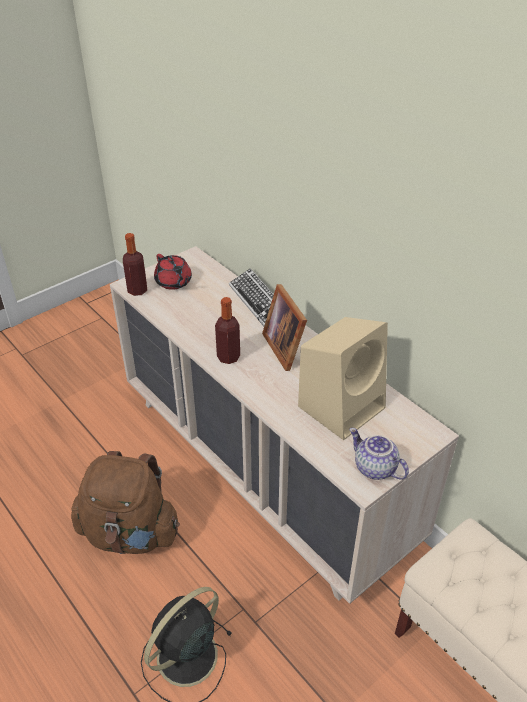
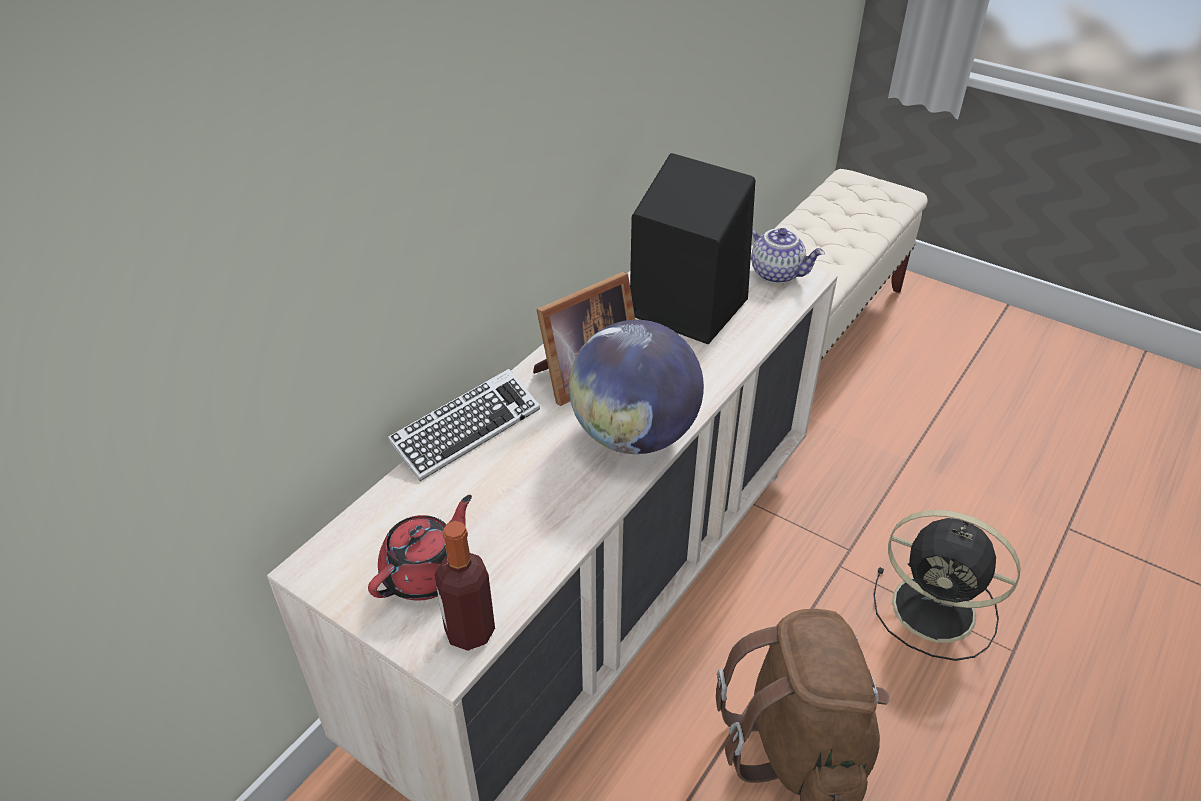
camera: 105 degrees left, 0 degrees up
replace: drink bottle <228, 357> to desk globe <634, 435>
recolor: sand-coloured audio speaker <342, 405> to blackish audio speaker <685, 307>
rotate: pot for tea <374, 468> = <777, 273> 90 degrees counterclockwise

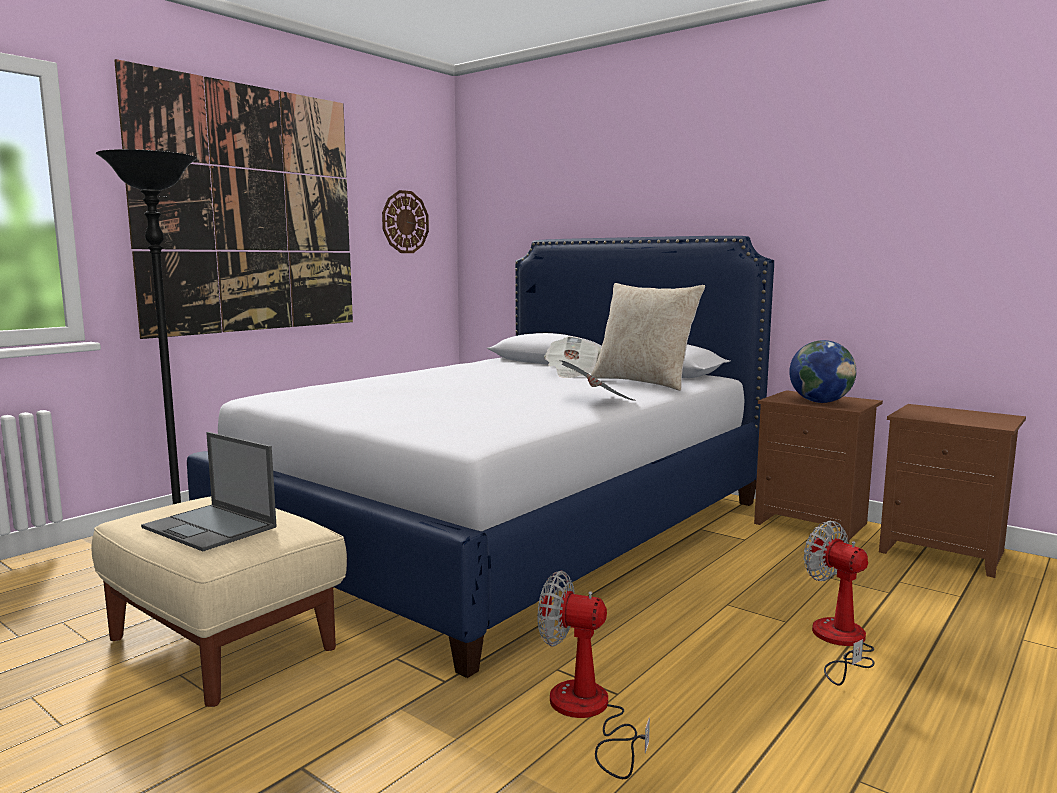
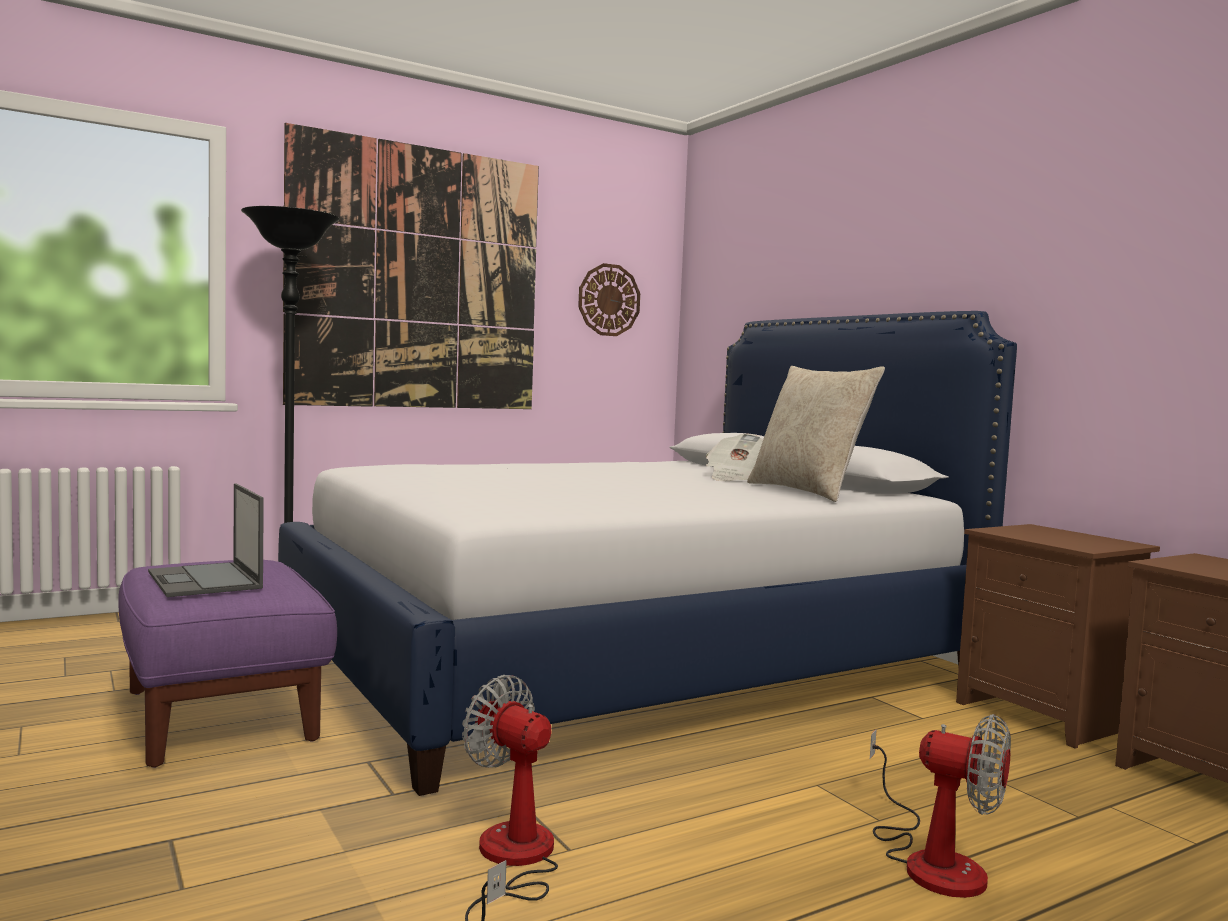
camera: 20 degrees right, 5 degrees down
delete: daily paper <597, 401>; desk globe <820, 402>
recolor: sand-coloured ottoman <223, 645> to purple-coloured ottoman <221, 716>
rotate: cooling fan <839, 643> = <932, 860> 135 degrees clockwise

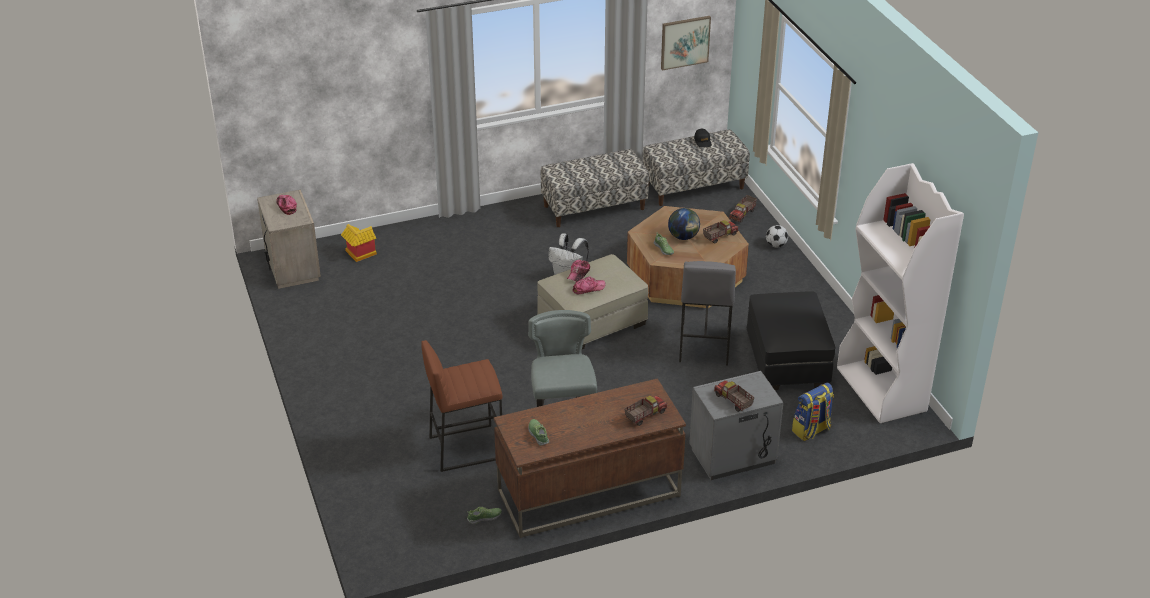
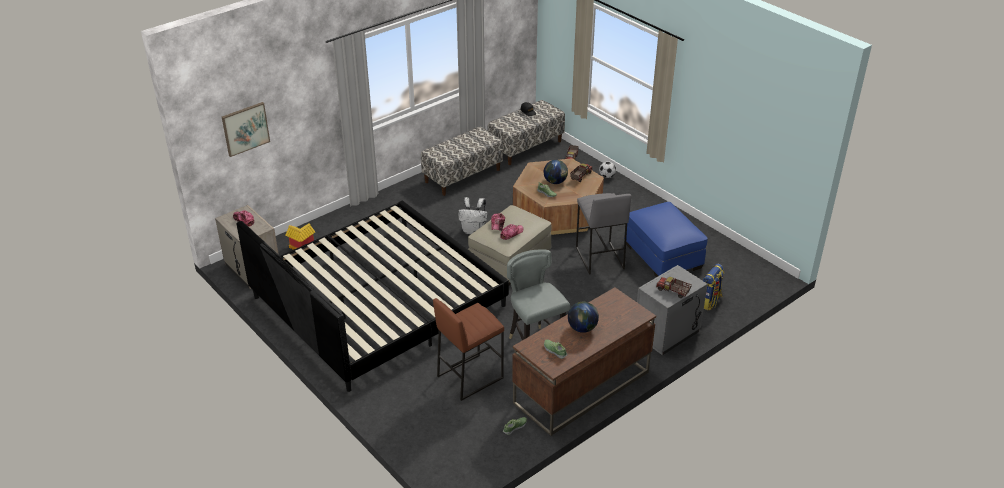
camera: 20 degrees left, 0 degrees up
delete: model truck <645, 415>; white-coloured bookcase <882, 390>
insert: bedroom bed <378, 301>; desk globe <582, 328>
move: wall art <685, 42> to <245, 128>
recolor: blackish ottoman <787, 359> to blue-coloured ottoman <662, 255>

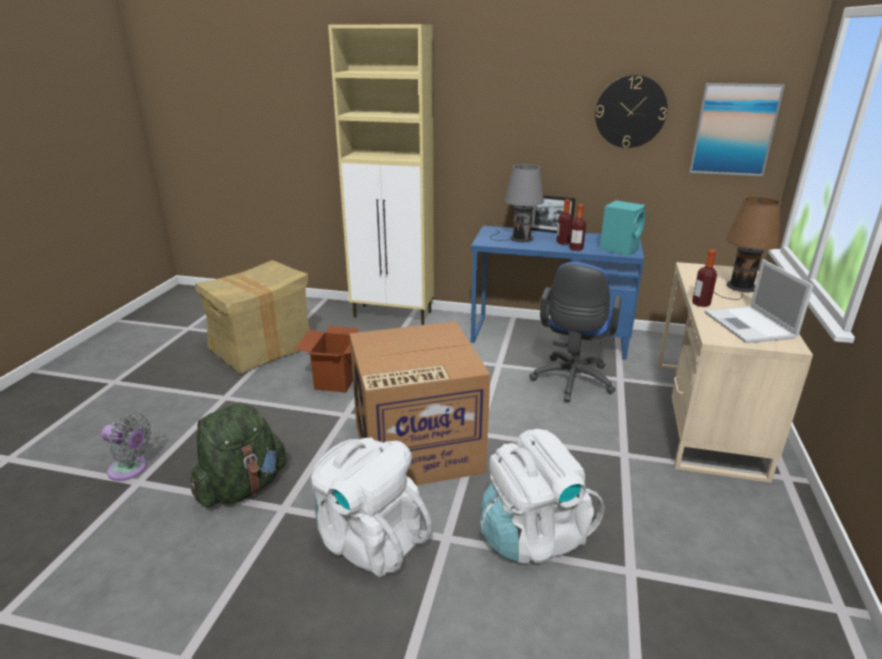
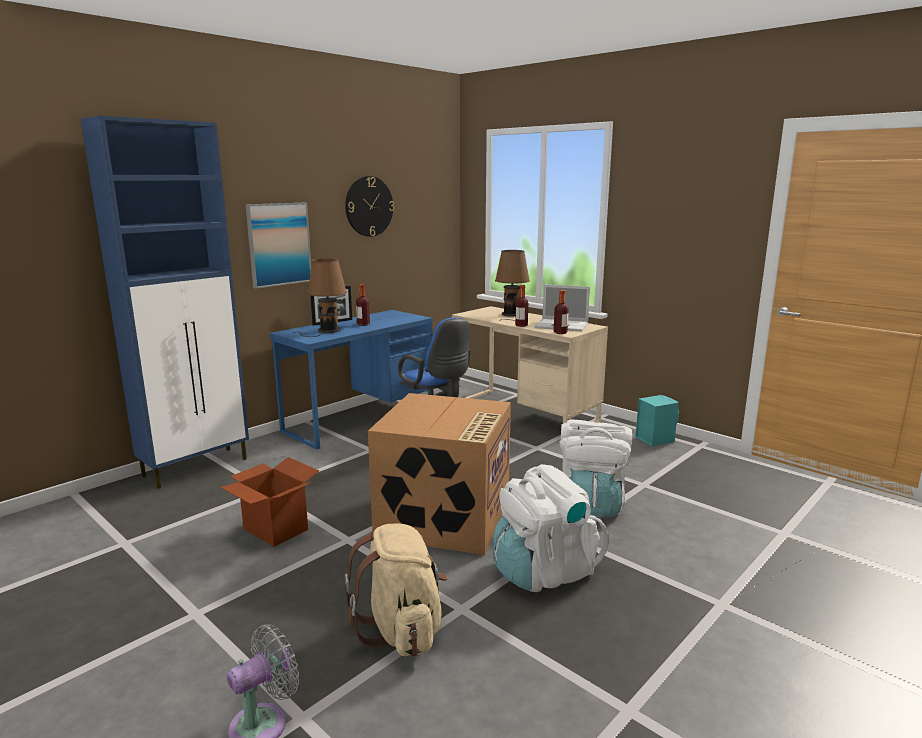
camera: 60 degrees left, 10 degrees down
delete: cardboard box <261, 348>
move: wall art <734, 129> to <279, 244>; drink bottle <576, 249> to <560, 333>; turquoise audio speaker <620, 249> to <654, 439>
recolor: sand-coloured cupboard <393, 315> to blue-coloured cupboard <197, 467>; greyish lamp for a table <518, 238> to brown lamp for a table <326, 331>; green-coloured knapsack <242, 487> to sand-coloured knapsack <402, 629>

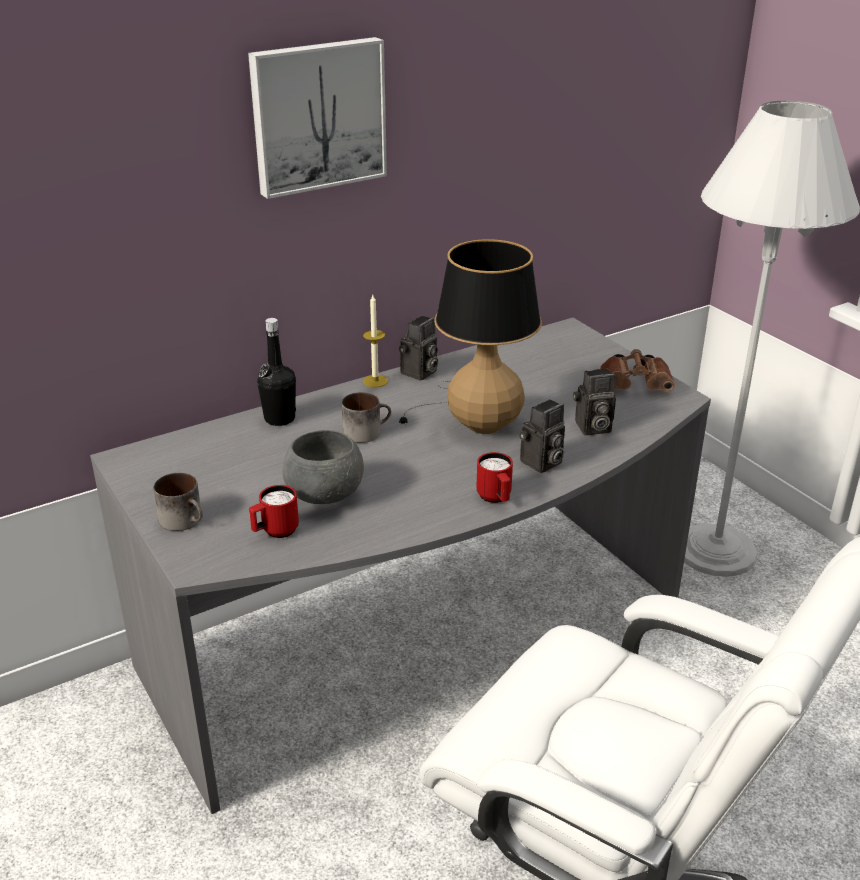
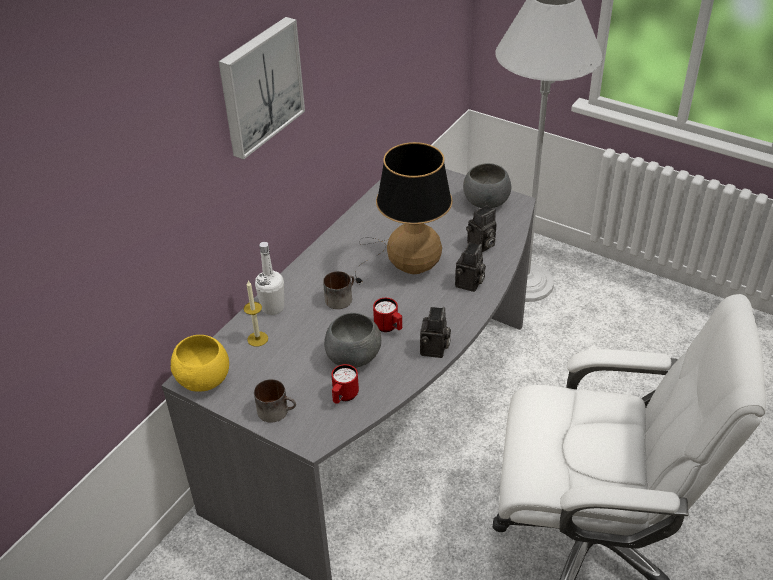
camera: 25 degrees left, 10 degrees up
insert: yellow serving bowl <203, 381>
move: wax candle <375, 381> to <257, 339>; red-coloured coffee mug <496, 498> to <389, 328>; photo camera <419, 373> to <434, 350>
replace: brown pair of binoculars <637, 386> to greyish serving bowl <485, 202>
recolor: blackish drink bottle <279, 418> to white-coloured drink bottle <272, 307>

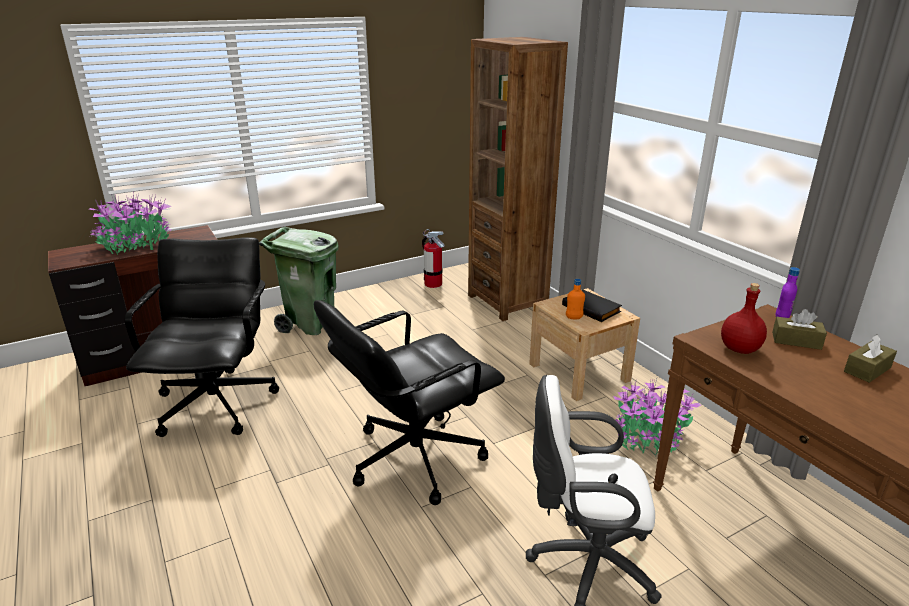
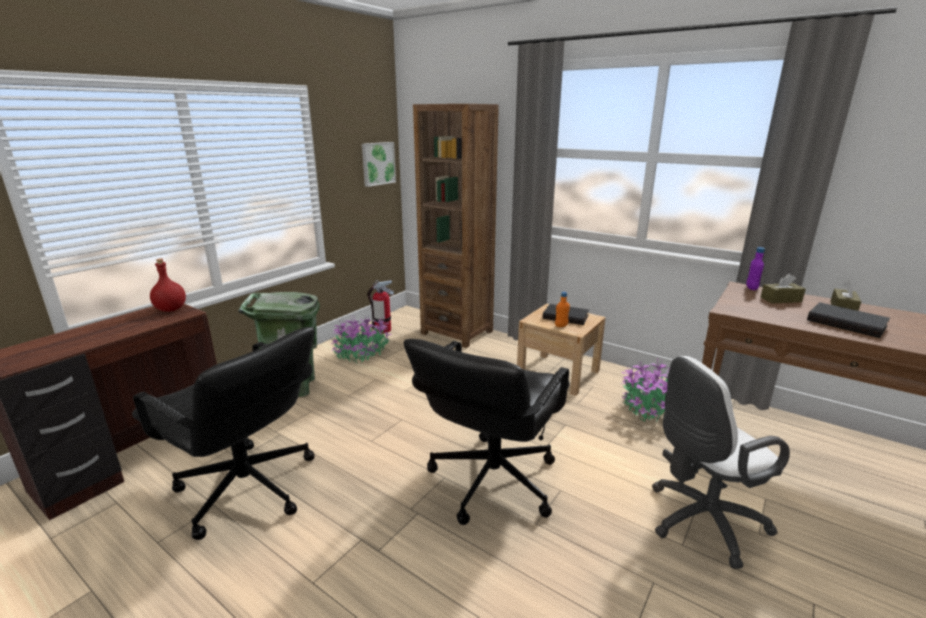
camera: 25 degrees left, 5 degrees down
insert: wall art <377, 163>; blackish volume <847, 323>
move: red-coloured drink bottle <740, 349> to <171, 309>; potted plant <136, 245> to <362, 354>
rotate: blackish desk chair <217, 403> = <247, 489> 150 degrees clockwise

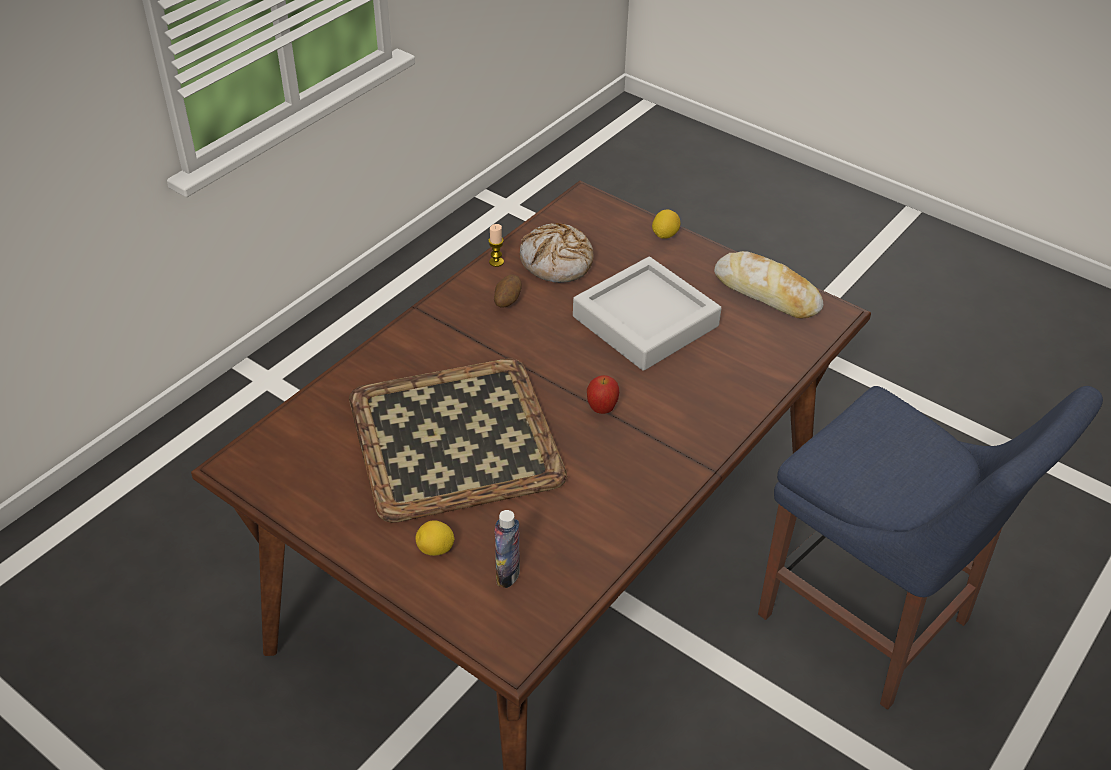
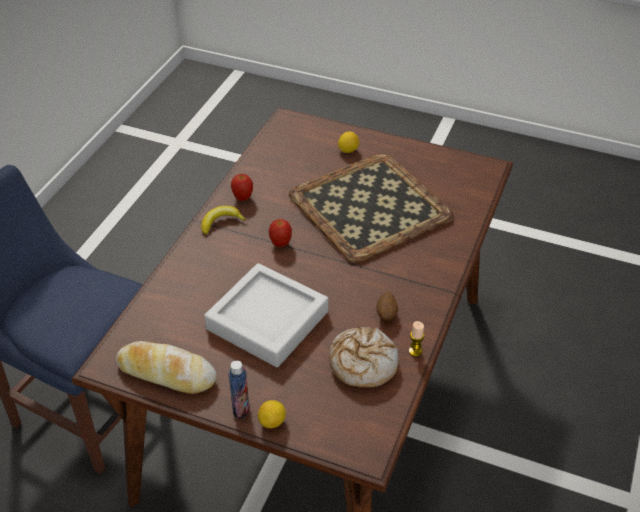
camera: 165 degrees right, 0 degrees up
insert: banana fruit <221, 222>; apple <243, 198>
move: drink bottle <507, 574> to <241, 408>

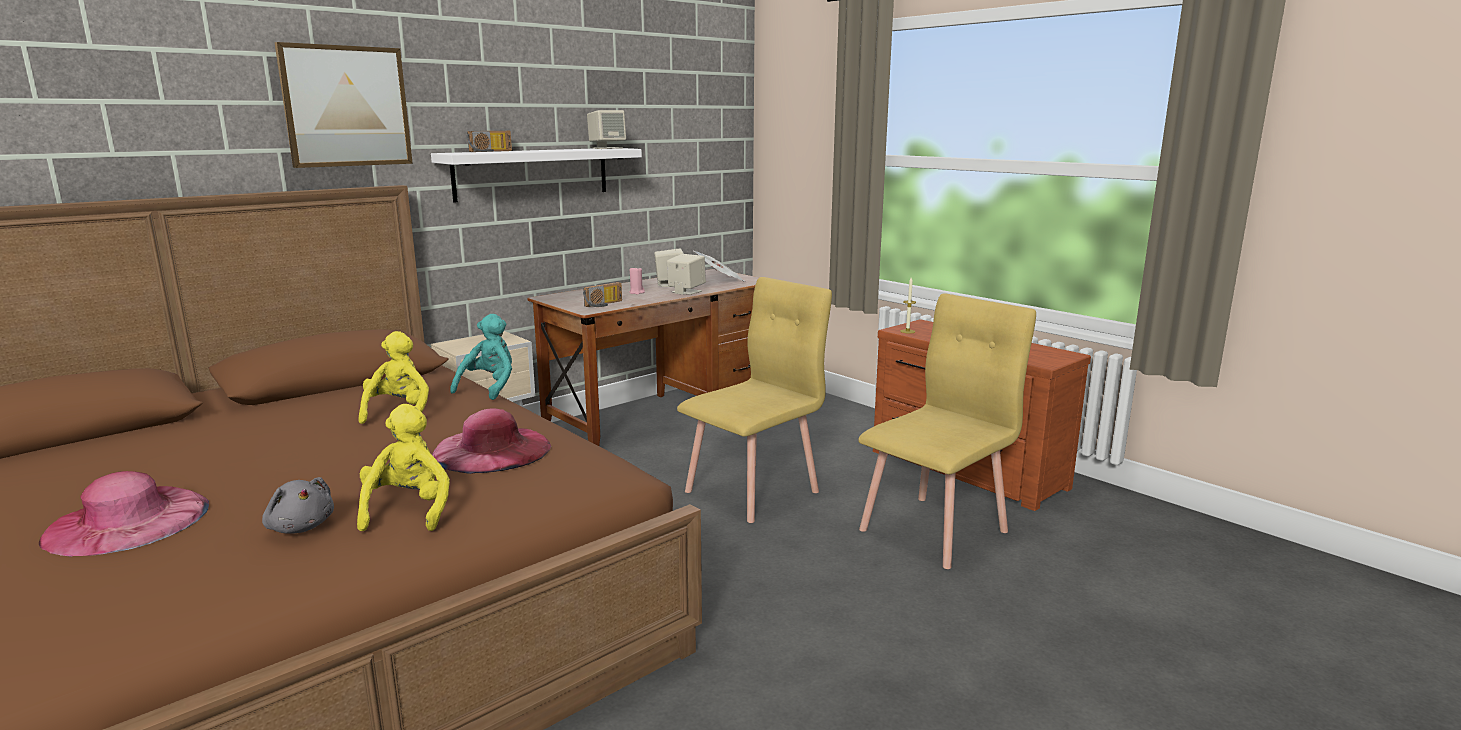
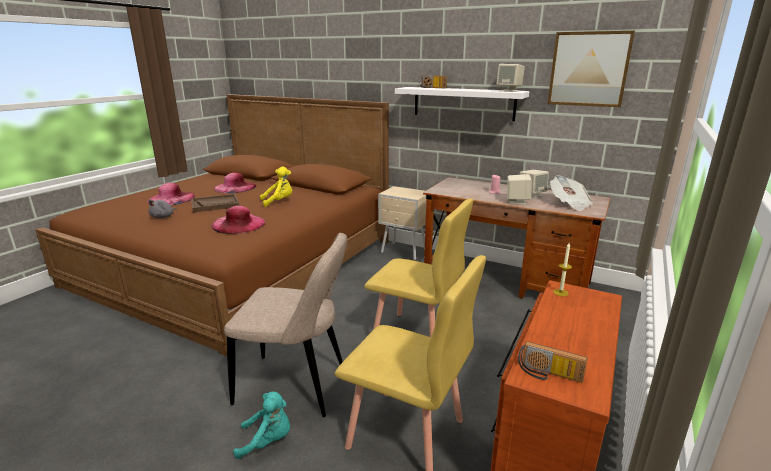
camera: 70 degrees right, 5 degrees up
delete: yellow cuddly toy <408, 510>
insert: brown serving tray <215, 204>; pinkish clothing hat <235, 187>; sand-coloured chair <296, 386>
move: turquoise cuddly toy <489, 387> to <268, 441>; radio receiver <604, 304> to <548, 375>; wall art <346, 106> to <588, 69>

